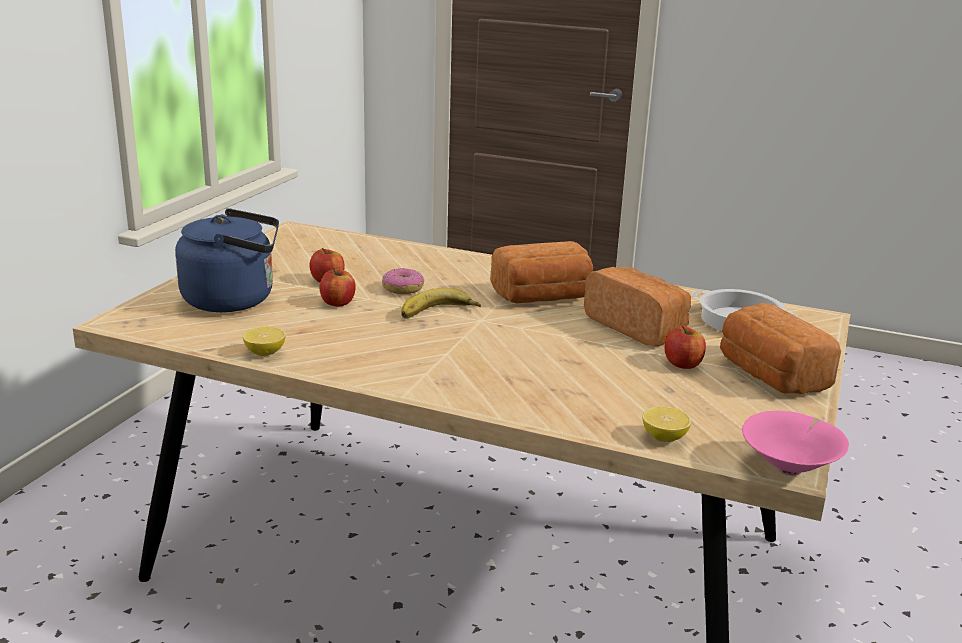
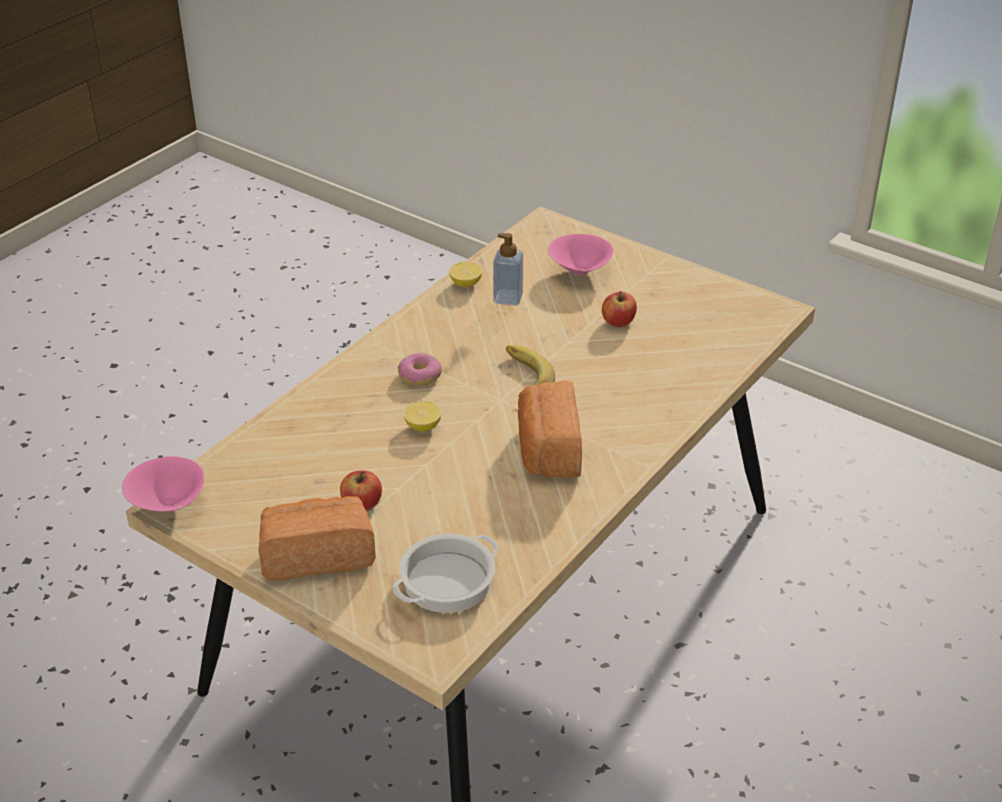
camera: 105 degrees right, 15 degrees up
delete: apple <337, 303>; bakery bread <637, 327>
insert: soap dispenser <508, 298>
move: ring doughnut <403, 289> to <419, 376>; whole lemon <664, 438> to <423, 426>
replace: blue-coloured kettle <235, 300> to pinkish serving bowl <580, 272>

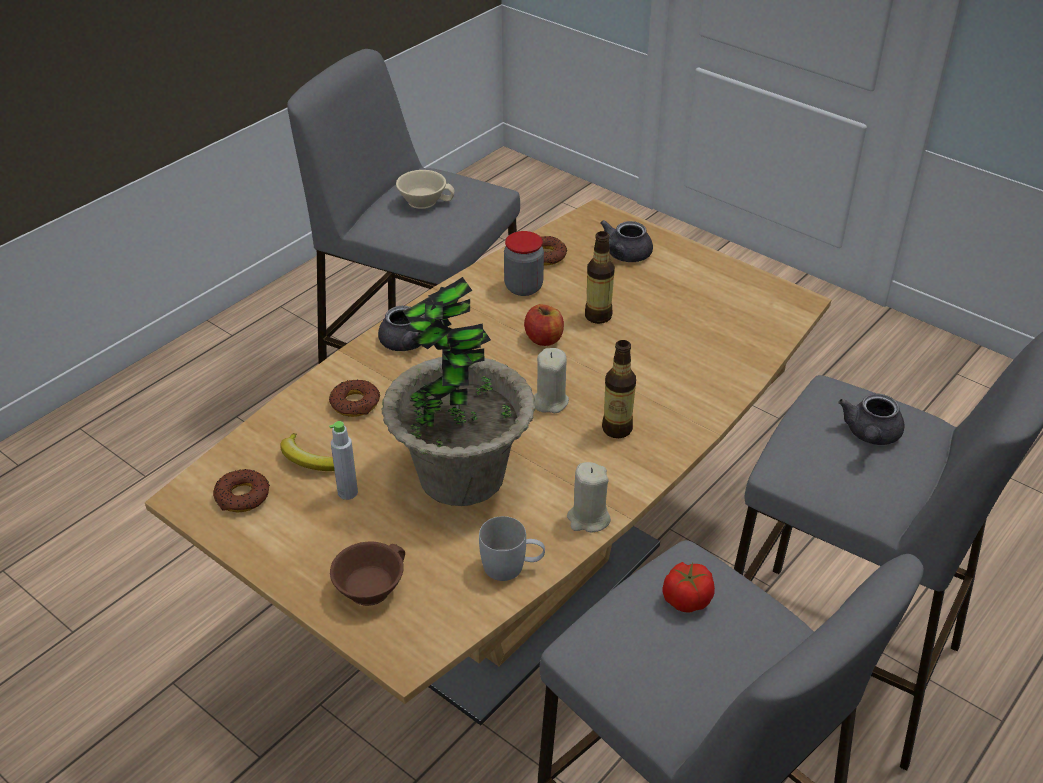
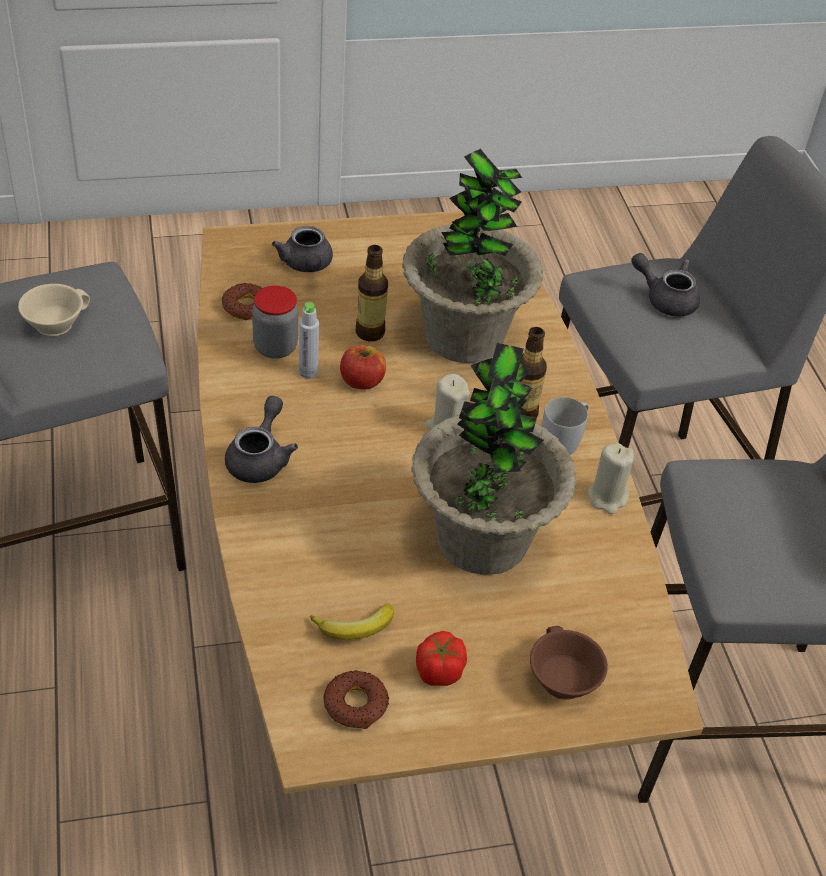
camera: 55 degrees left, 5 degrees up
delete: ring doughnut <355, 403>
insert: potted plant <464, 337>
move: greyish drink bottle <347, 492> to <308, 372>; tomato <686, 600> to <439, 671>; white-coloured coffee mug <512, 567> to <564, 439>
rotate: greyish pot for tea <870, 435> = <665, 299> 150 degrees clockwise

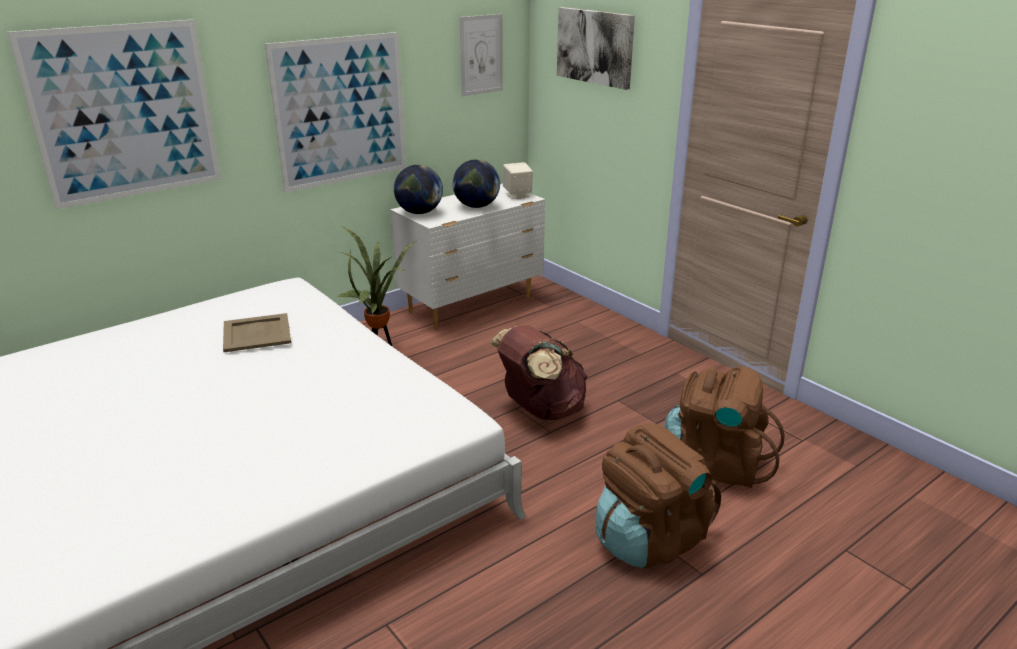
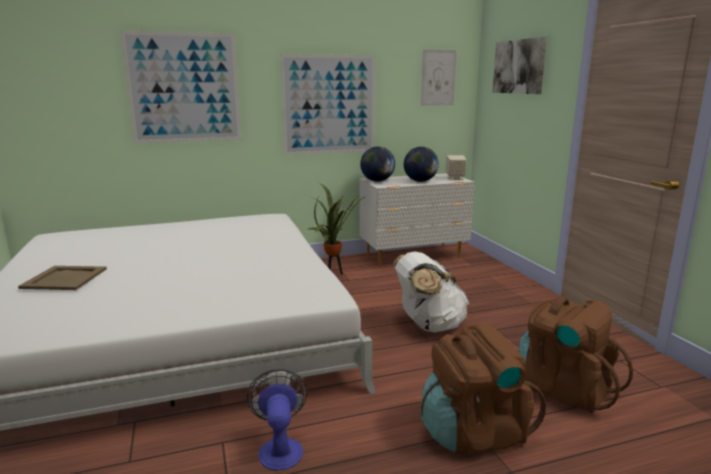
camera: 20 degrees right, 10 degrees down
insert: cooling fan <280, 447>
move: sand-coloured serving tray <256, 333> to <64, 278>
recolor: brown knapsack <540, 410> to white-coloured knapsack <428, 325>

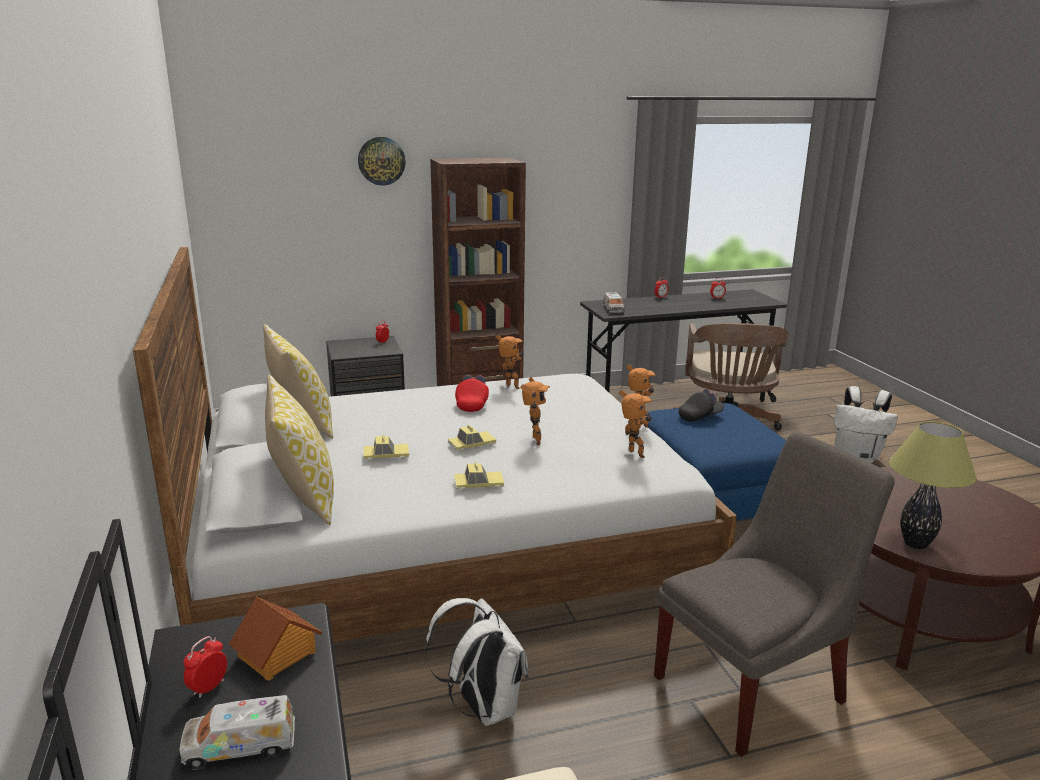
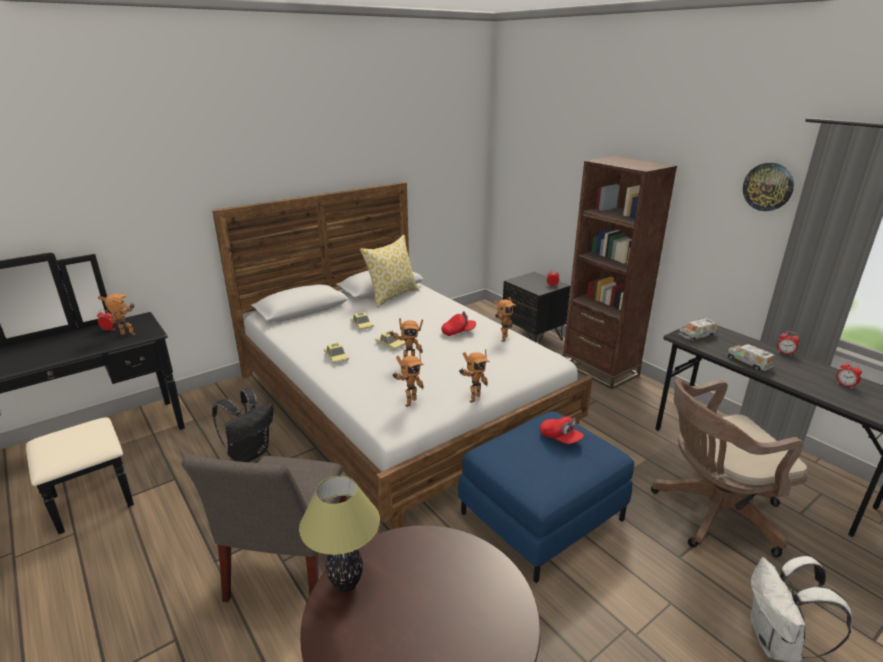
camera: 70 degrees right, 5 degrees up
delete: throw pillow <303, 498>
move: model truck <240, 746> to <748, 362>; hanging clock <381, 161> to <768, 186>
replace: miniature house <278, 654> to toy robot <127, 335>
recolor: white-coloured knapsack <482, 707> to blackish knapsack <249, 453>; blackish cap <700, 417> to red-coloured cap <560, 438>
rotate: greyish chair <755, 686> = <287, 569> 60 degrees clockwise

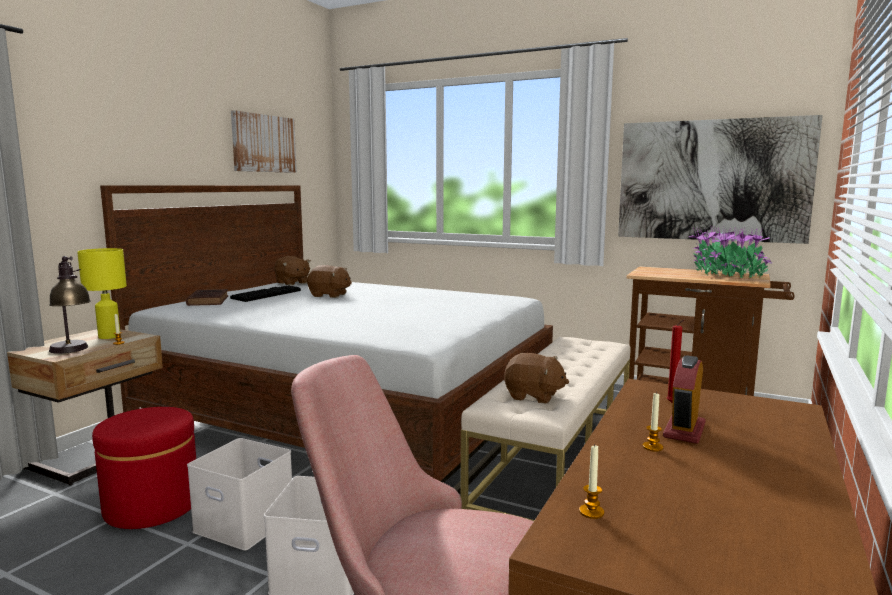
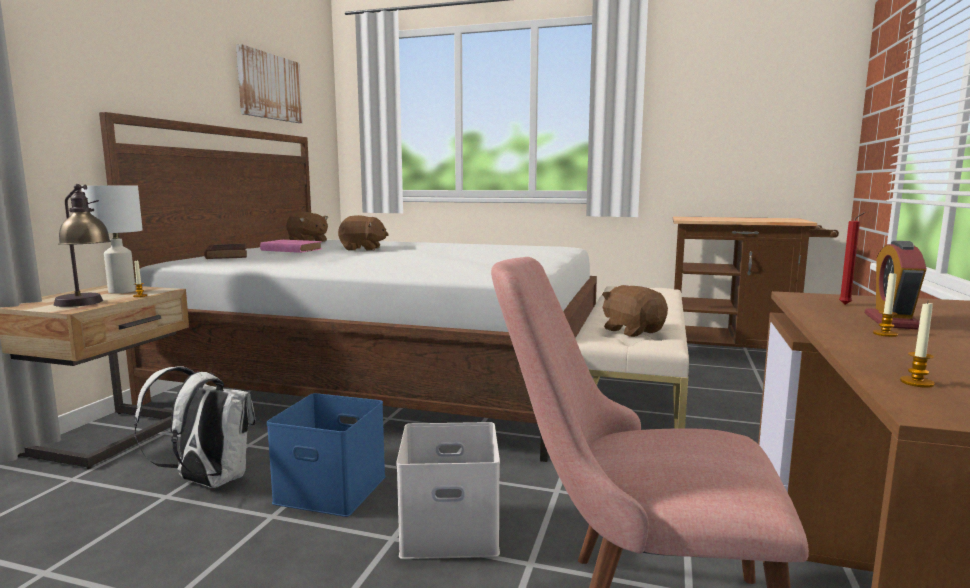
camera: 10 degrees left, 0 degrees up
delete: wall art <712, 180>; potted plant <727, 275>
replace: red-coloured ottoman <152, 506> to white-coloured knapsack <207, 481>; keyboard <266, 294> to pinkish volume <290, 250>
recolor: yellow lamp for a table <109, 337> to white-coloured lamp for a table <121, 291>; white-coloured storage box <242, 523> to blue-coloured storage box <328, 490>
rotate: brown cuddly toy <533, 396> = <632, 331> 135 degrees counterclockwise

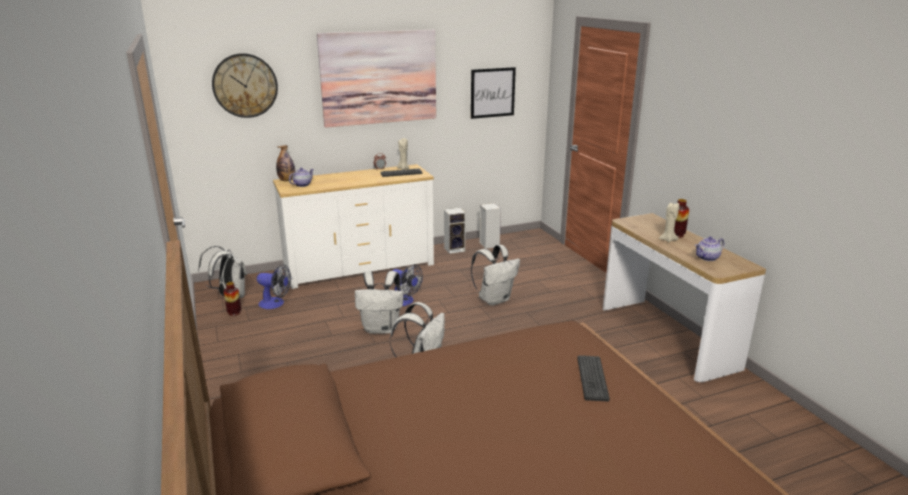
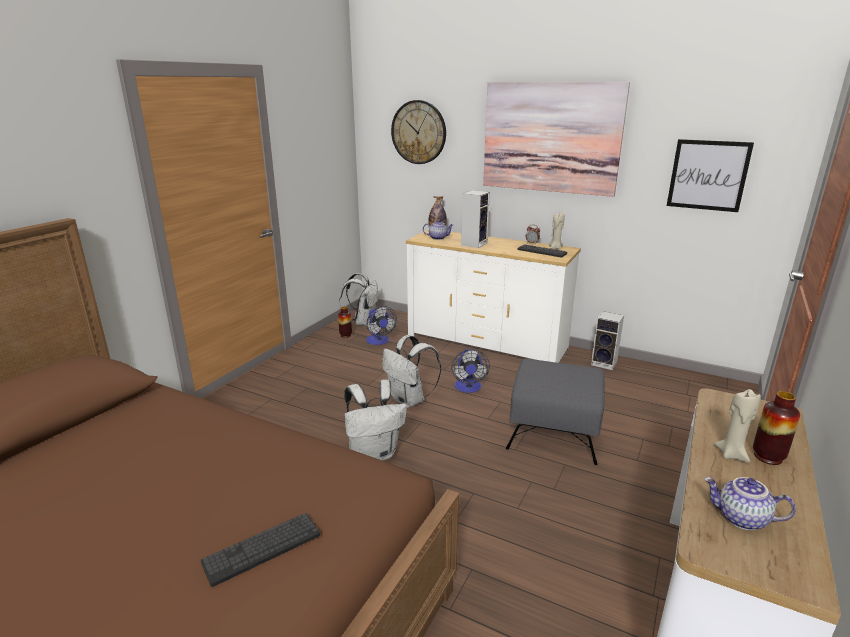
camera: 50 degrees right, 0 degrees up
move: audio speaker <488, 244> to <474, 244>
replace: white-coloured knapsack <494, 299> to greyish ottoman <554, 432>

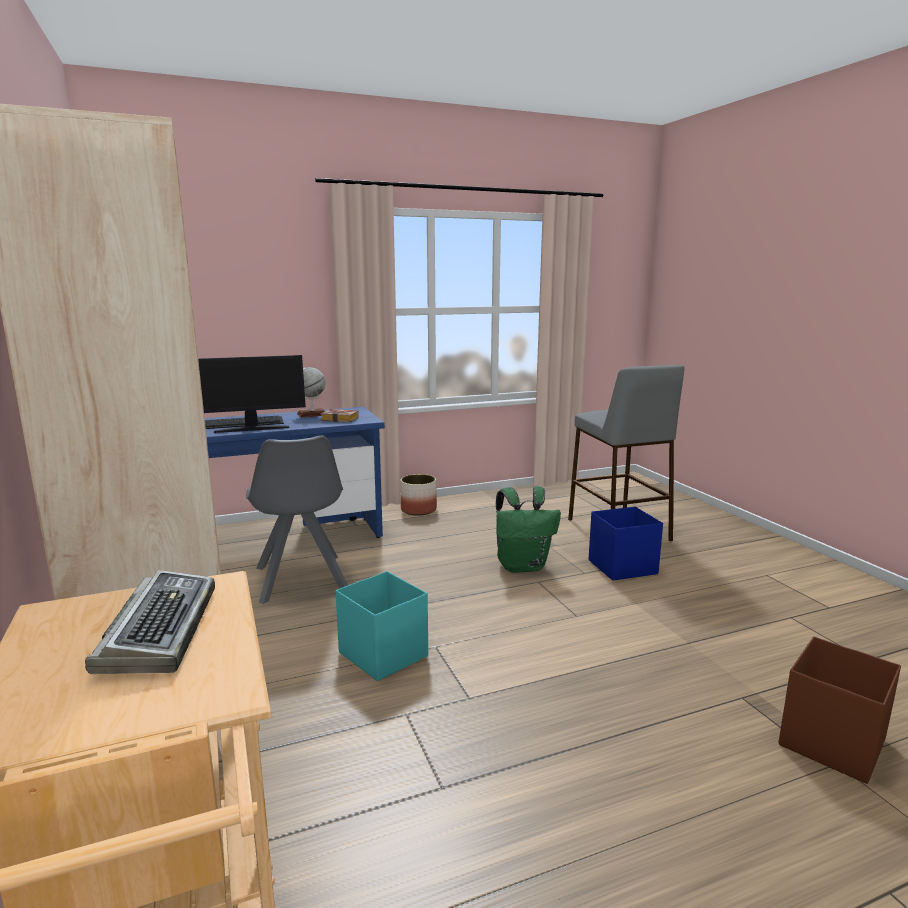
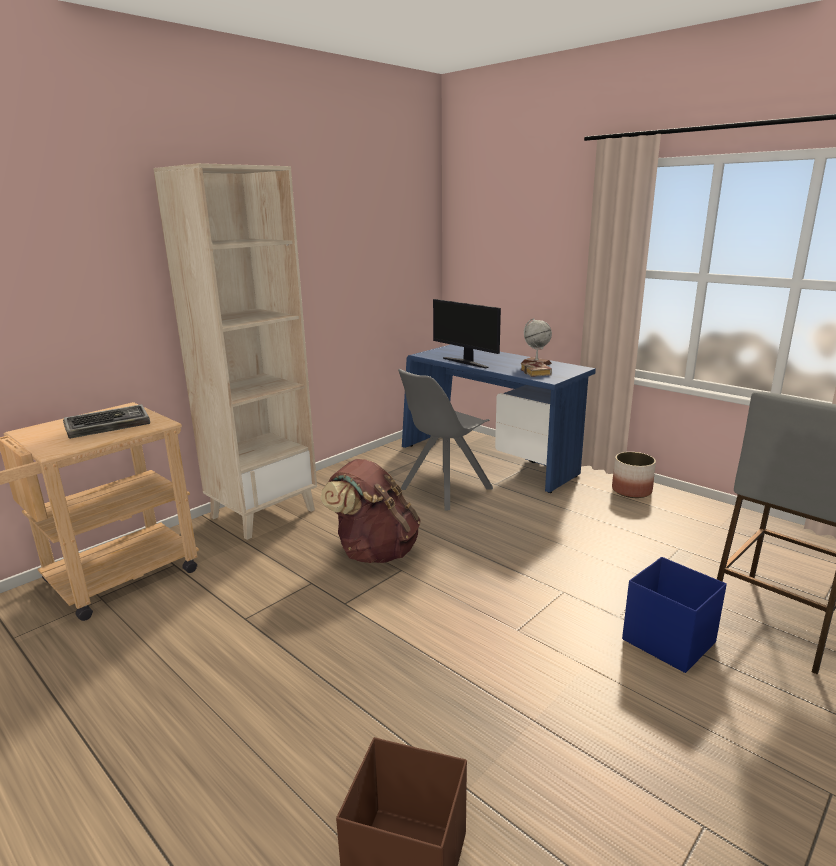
camera: 65 degrees right, 5 degrees up
delete: keyboard <241, 423>; green-coloured knapsack <522, 566>
replace: turquoise storage box <383, 654> to brown knapsack <374, 552>

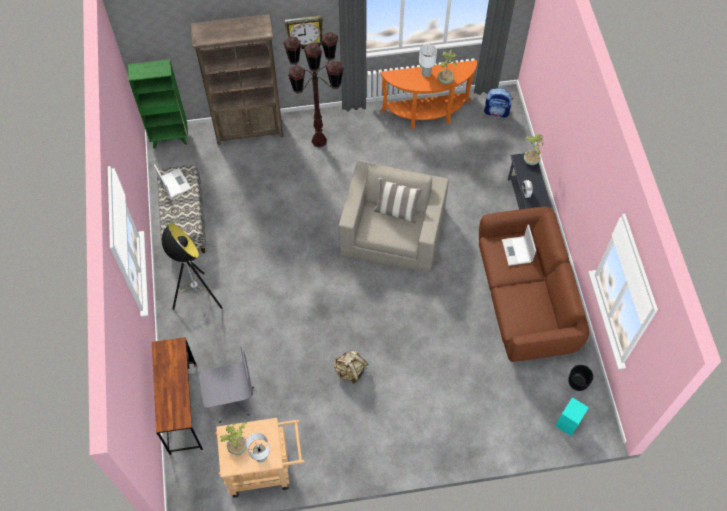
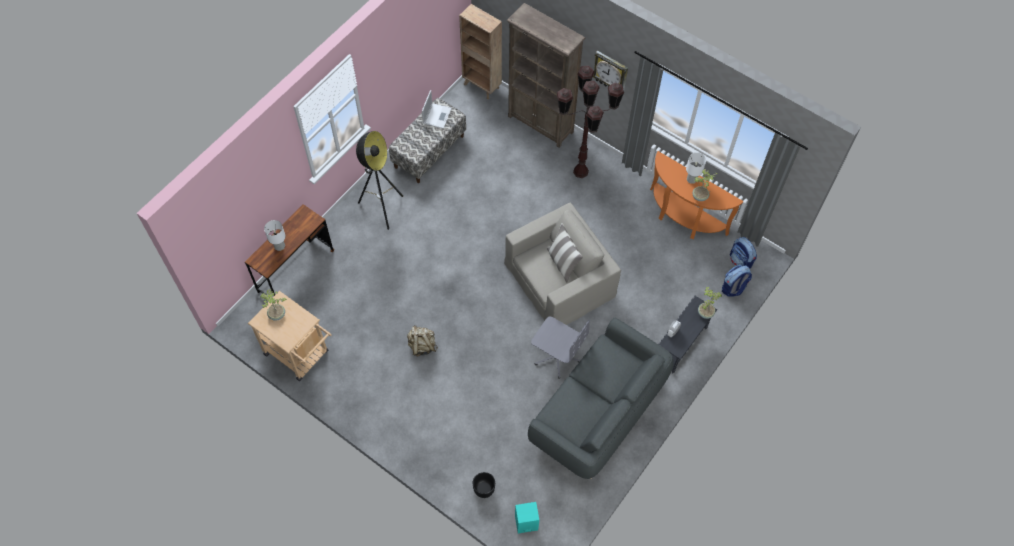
camera: 45 degrees right, 0 degrees up
delete: portable computer <517, 251>
insert: knapsack <733, 288>
move: white-coloured lamp for a table <261, 456> to <280, 246>; blackish plant pot <578, 382> to <484, 489>; greyish desk chair <231, 399> to <556, 356>
recolor: green-coloured bookcase <170, 138> to brown bookcase <482, 86>; brown settee <525, 299> to greyish settee <598, 412>

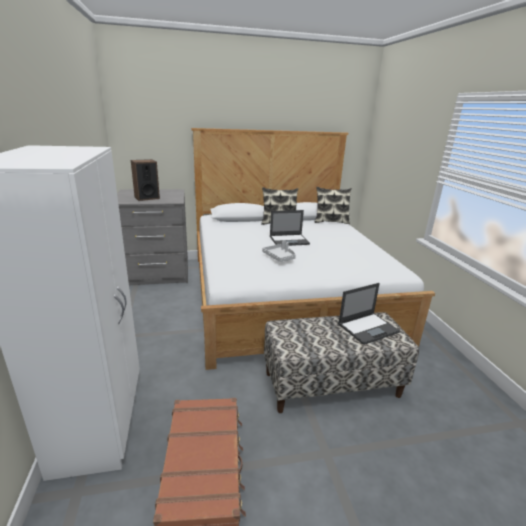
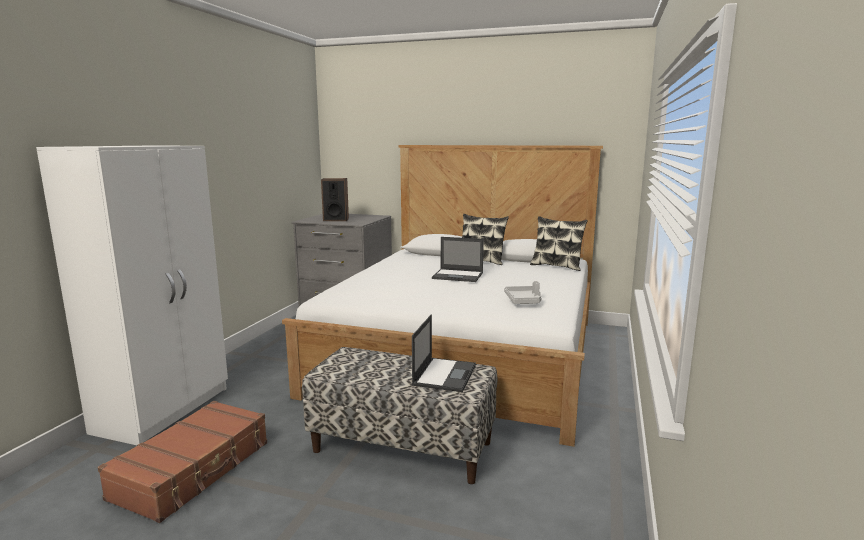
camera: 30 degrees right, 10 degrees down
move: greyish serving tray <279, 257> to <524, 301>
rotate: portable computer <368, 328> = <444, 374> 75 degrees counterclockwise

